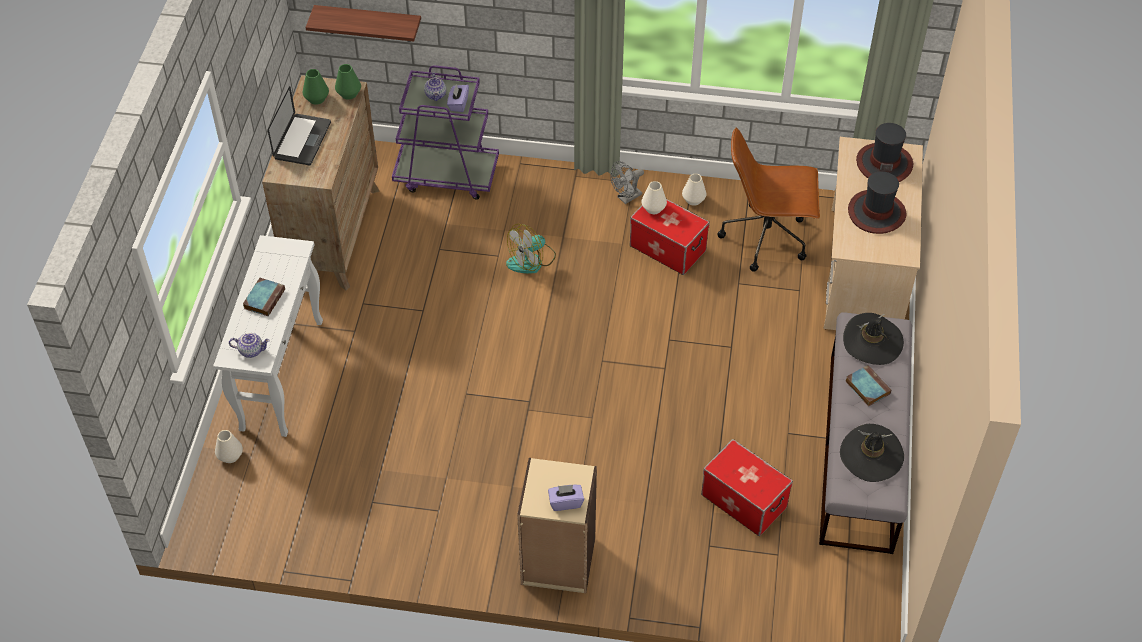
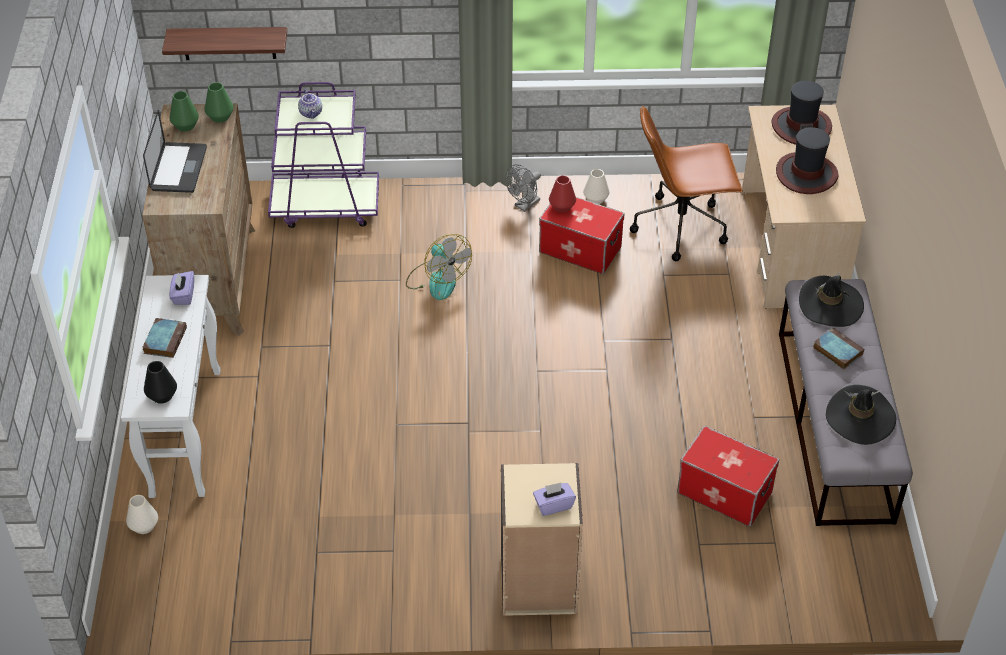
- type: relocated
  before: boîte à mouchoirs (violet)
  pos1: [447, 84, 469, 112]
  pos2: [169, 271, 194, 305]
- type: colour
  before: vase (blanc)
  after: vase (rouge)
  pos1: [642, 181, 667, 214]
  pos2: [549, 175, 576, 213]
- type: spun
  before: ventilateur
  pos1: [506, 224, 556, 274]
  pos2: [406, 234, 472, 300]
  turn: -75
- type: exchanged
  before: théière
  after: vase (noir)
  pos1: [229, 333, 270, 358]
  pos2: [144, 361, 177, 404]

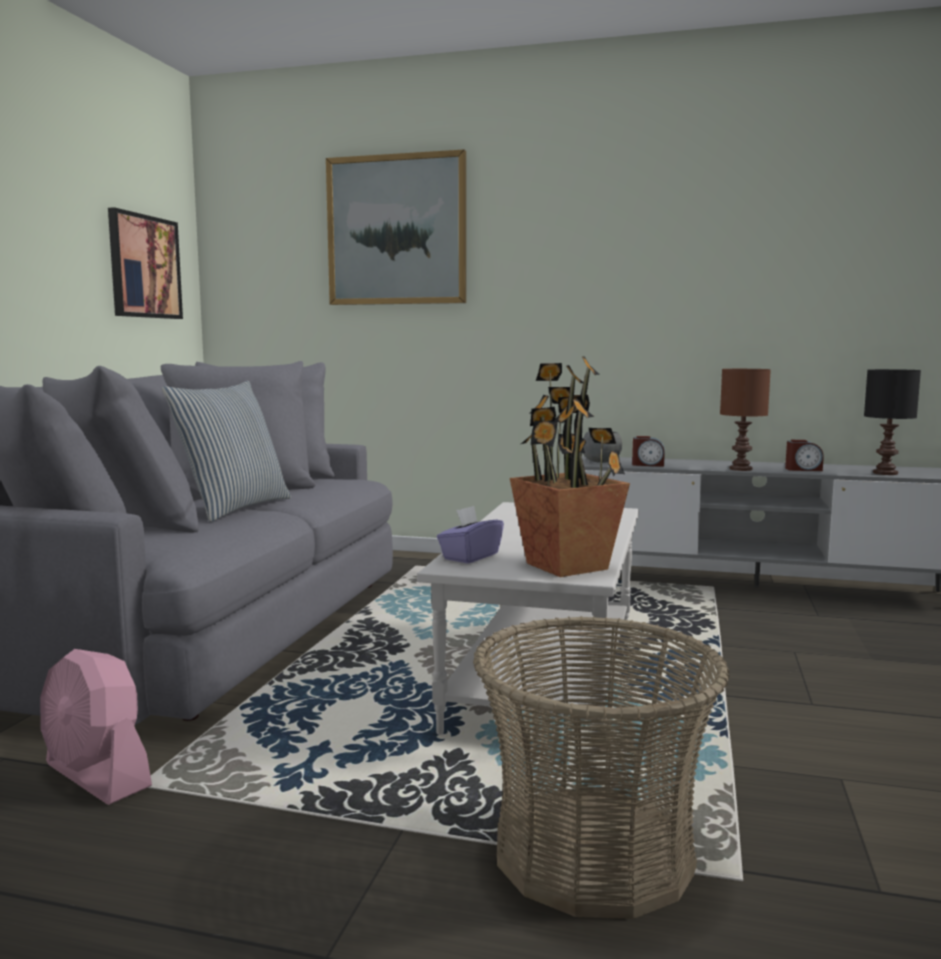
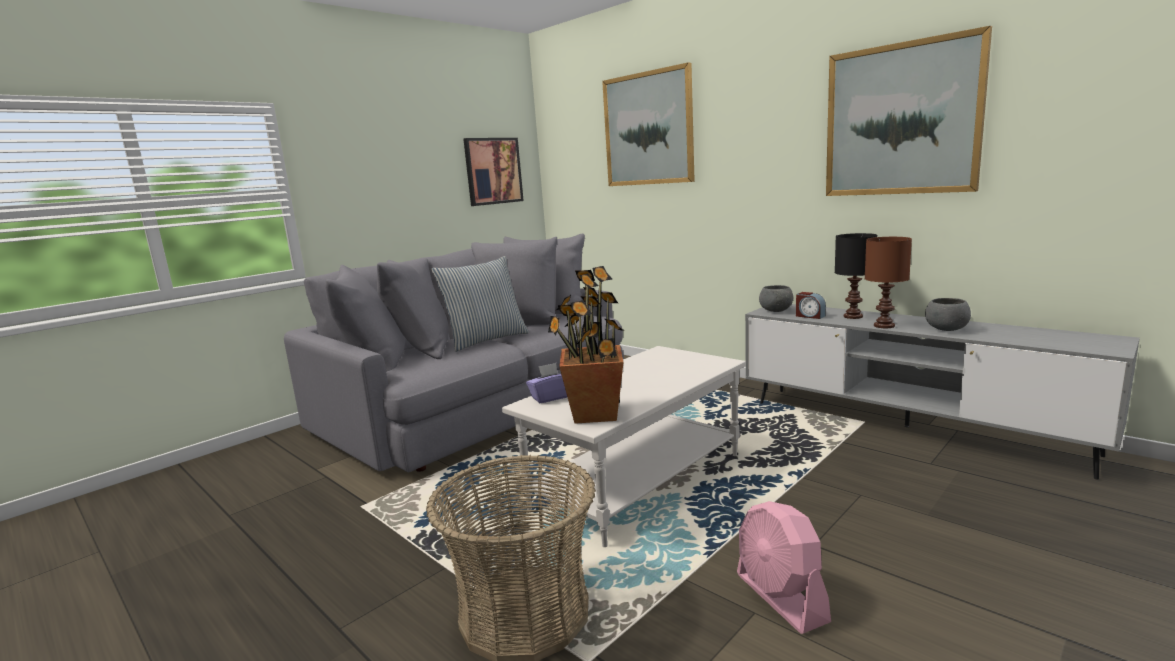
- type: relocated
  before: lampe de table (noir)
  pos1: [864, 369, 921, 475]
  pos2: [835, 233, 877, 319]
- type: exchanged
  before: réveil
  after: bol (gris)
  pos1: [785, 440, 824, 471]
  pos2: [925, 298, 971, 331]
- type: relocated
  before: ventilateur (rose)
  pos1: [40, 649, 152, 805]
  pos2: [737, 501, 831, 634]
- type: appeared
  after: tableau
  pos2: [826, 26, 992, 196]

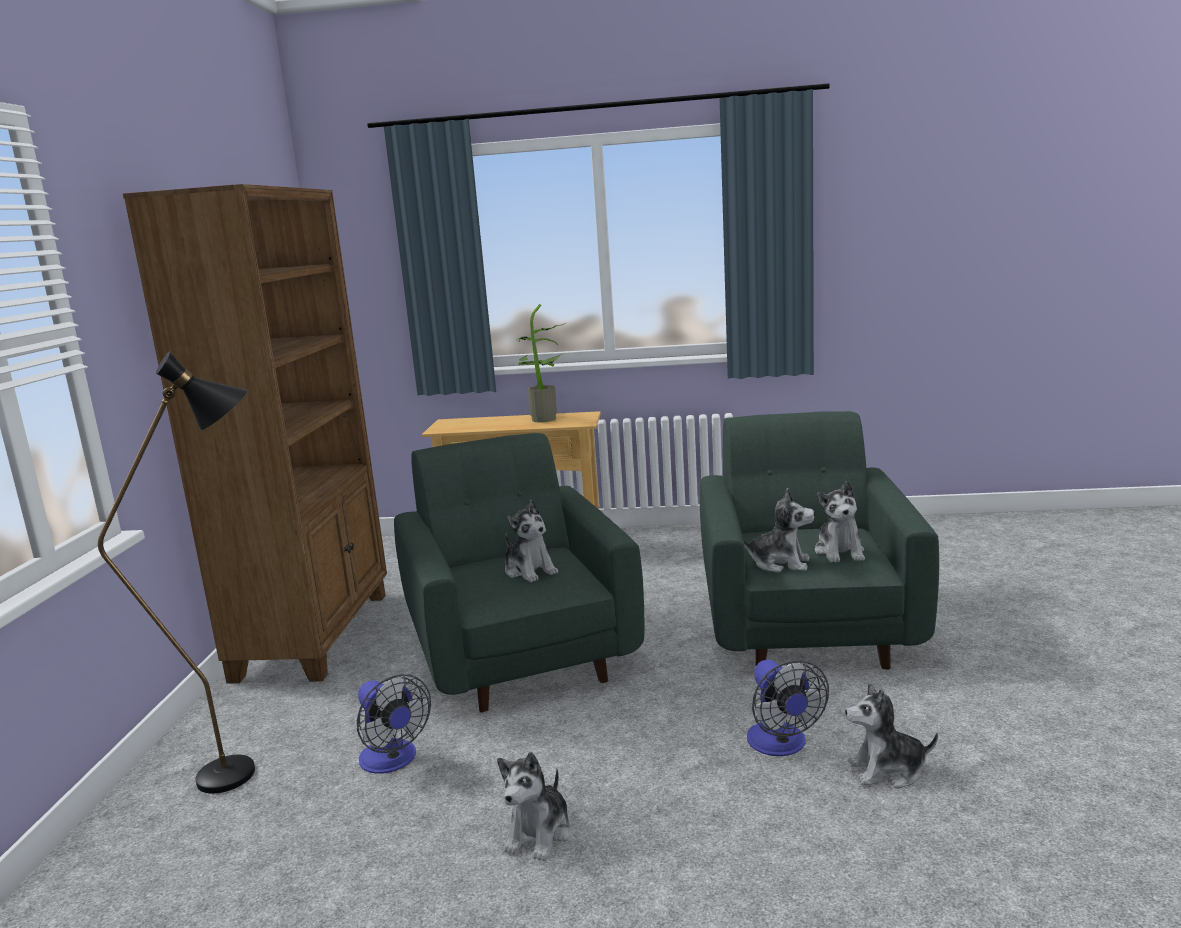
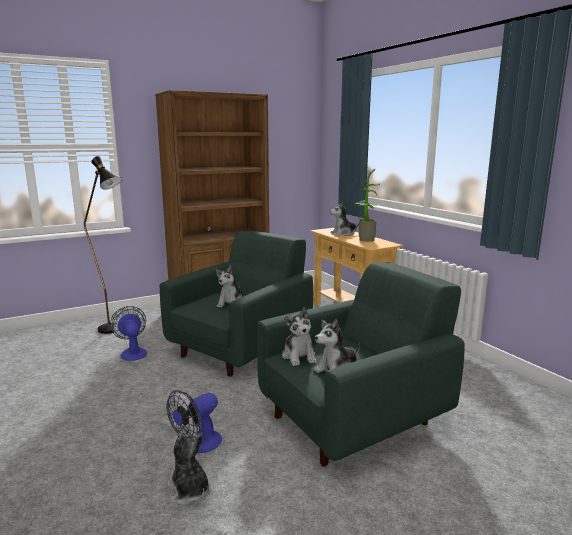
- type: spun
  before: ventilateur
  pos1: [357, 674, 431, 774]
  pos2: [110, 306, 147, 361]
  turn: 135
- type: relocated
  before: peluche
  pos1: [497, 752, 572, 861]
  pos2: [330, 202, 359, 236]

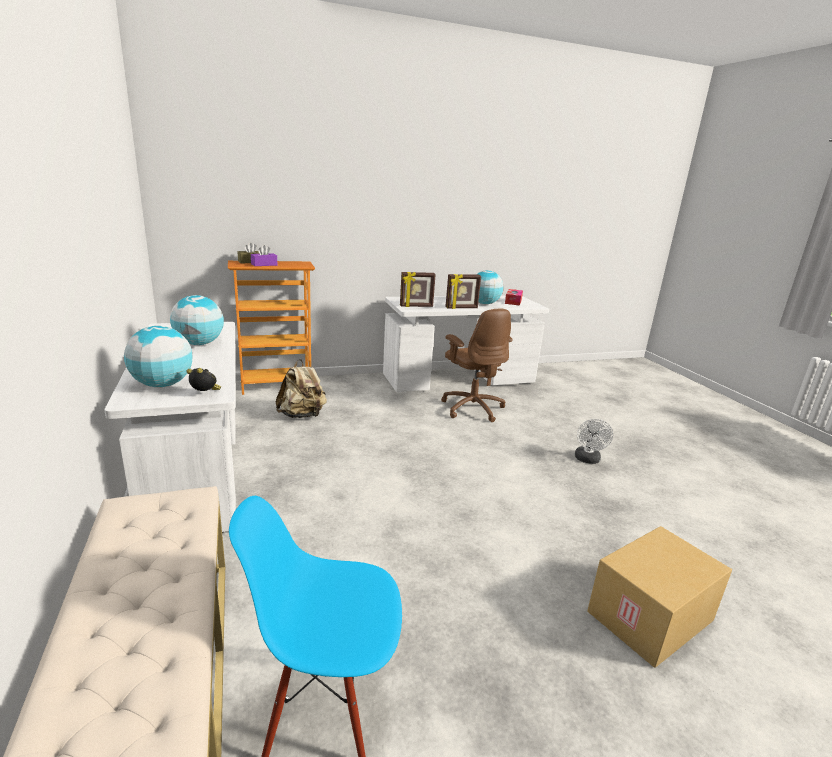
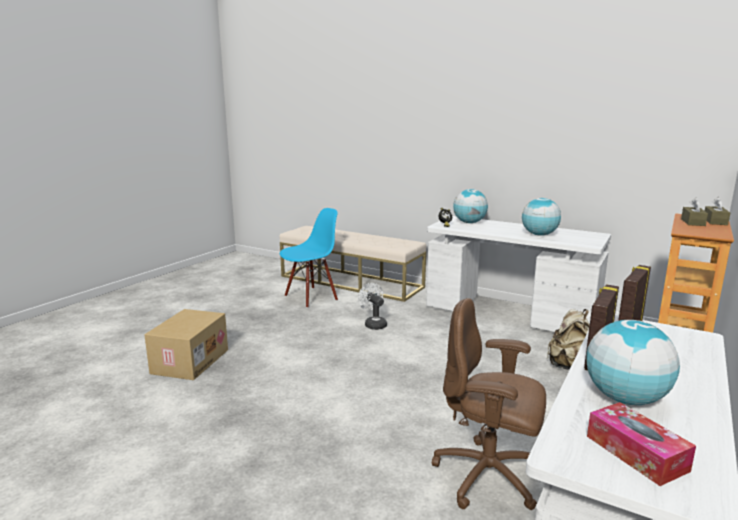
- type: colour
  before: boîte à mouchoirs (violet)
  after: boîte à mouchoirs (marron)
  pos1: [251, 245, 277, 266]
  pos2: [681, 198, 708, 226]
- type: relocated
  before: ventilateur (blanc)
  pos1: [575, 419, 613, 464]
  pos2: [358, 283, 387, 330]

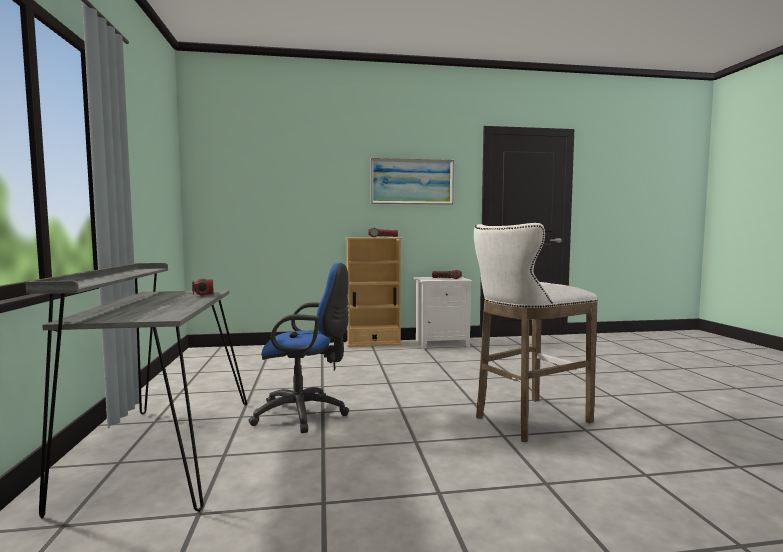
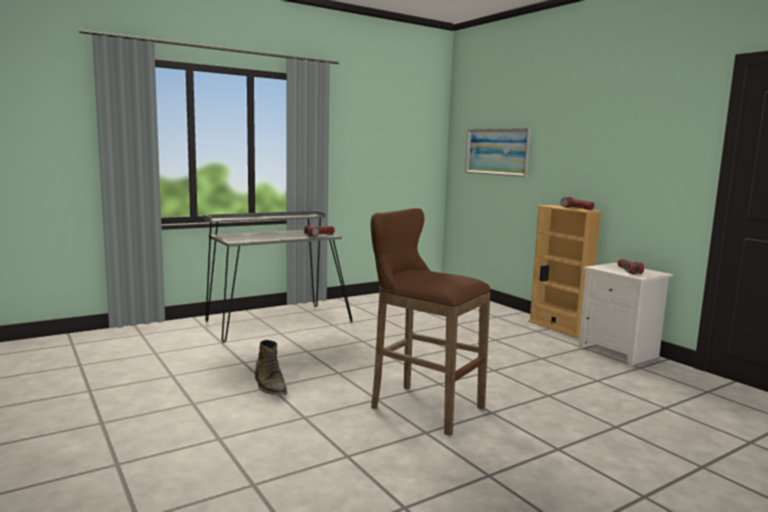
- type: relocated
  before: tableau
  pos1: [371, 158, 454, 205]
  pos2: [465, 128, 531, 177]
- type: colour
  before: tabouret (blanc)
  after: tabouret (marron)
  pos1: [474, 223, 598, 442]
  pos2: [371, 208, 491, 436]
- type: missing
  before: chaise de bureau (bleu)
  pos1: [248, 263, 349, 433]
- type: appeared
  after: botte (vert)
  pos2: [255, 340, 287, 395]

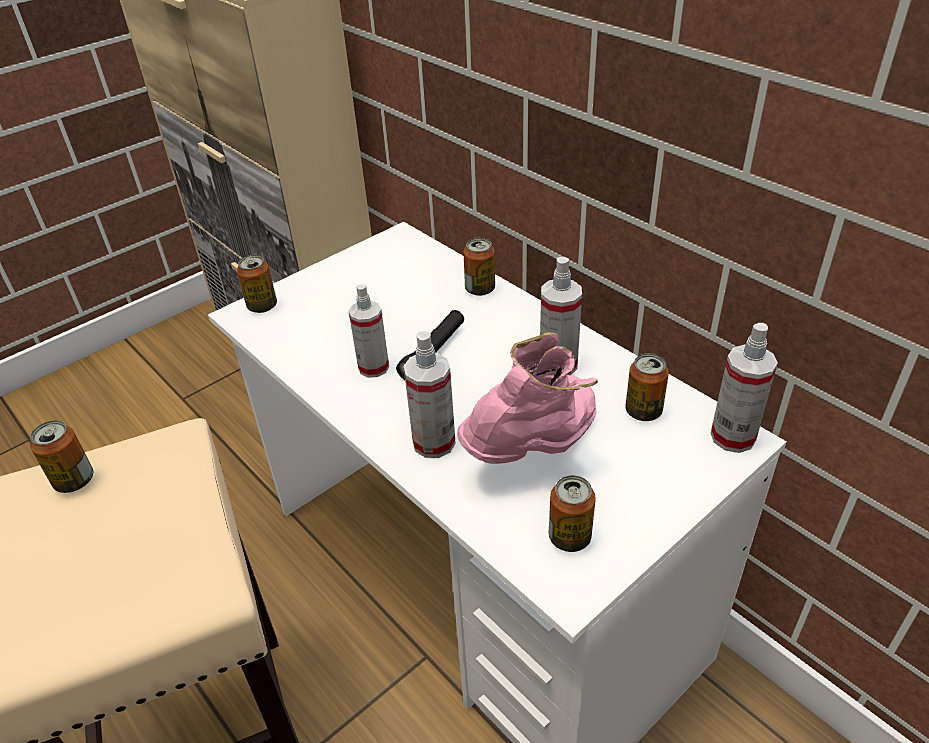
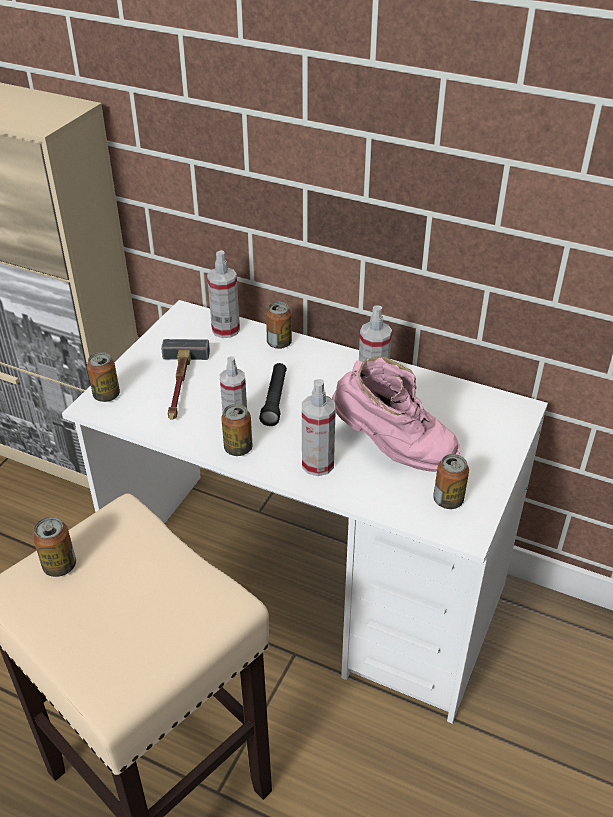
- type: relocated
  before: vaporisateur
  pos1: [711, 323, 778, 453]
  pos2: [207, 250, 240, 338]
- type: spun
  before: botte (rose)
  pos1: [457, 332, 598, 464]
  pos2: [332, 356, 460, 472]
  turn: 90
- type: relocated
  before: boîte métallique
  pos1: [625, 353, 669, 421]
  pos2: [221, 404, 253, 456]
- type: appeared
  after: marteau
  pos2: [161, 339, 210, 419]

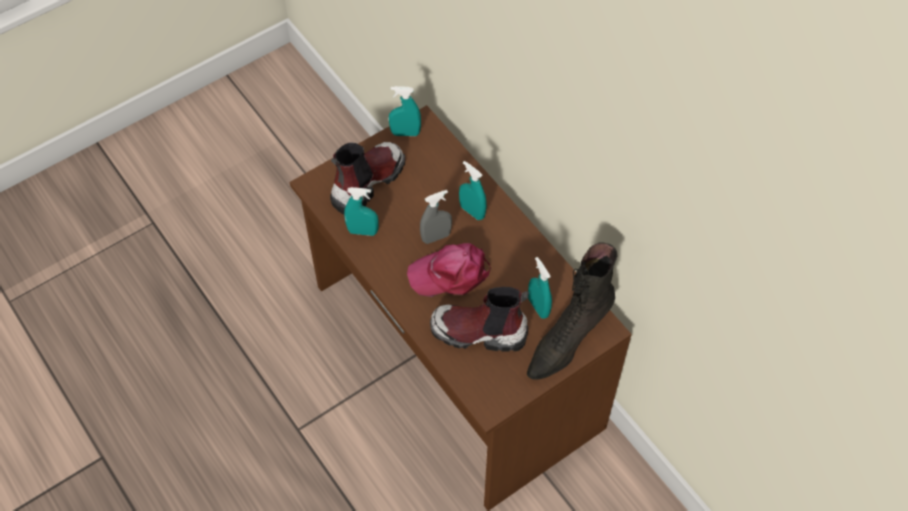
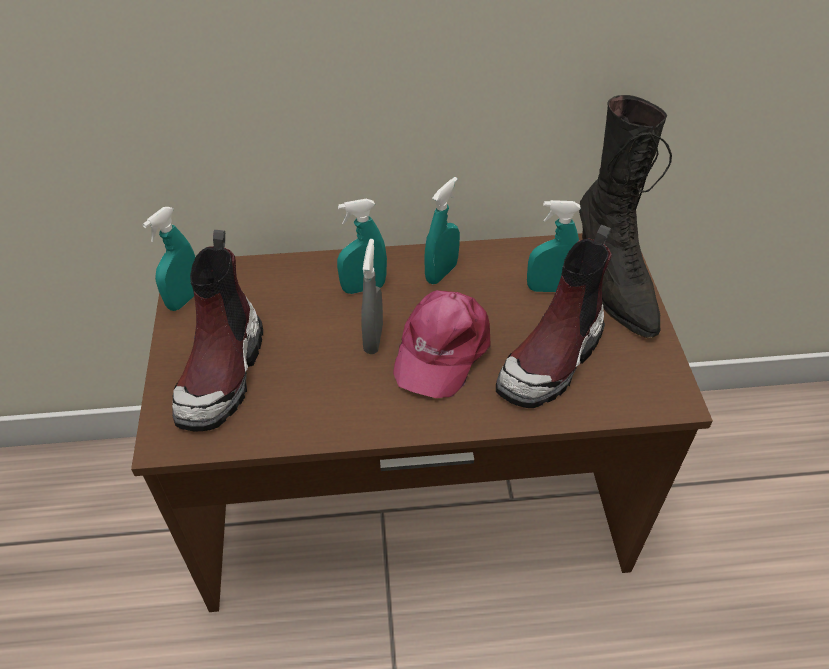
- type: spun
  before: botte
  pos1: [330, 142, 405, 214]
  pos2: [172, 230, 263, 432]
  turn: -150
- type: relocated
  before: vaporisateur (turquoise)
  pos1: [344, 187, 379, 236]
  pos2: [425, 177, 460, 284]

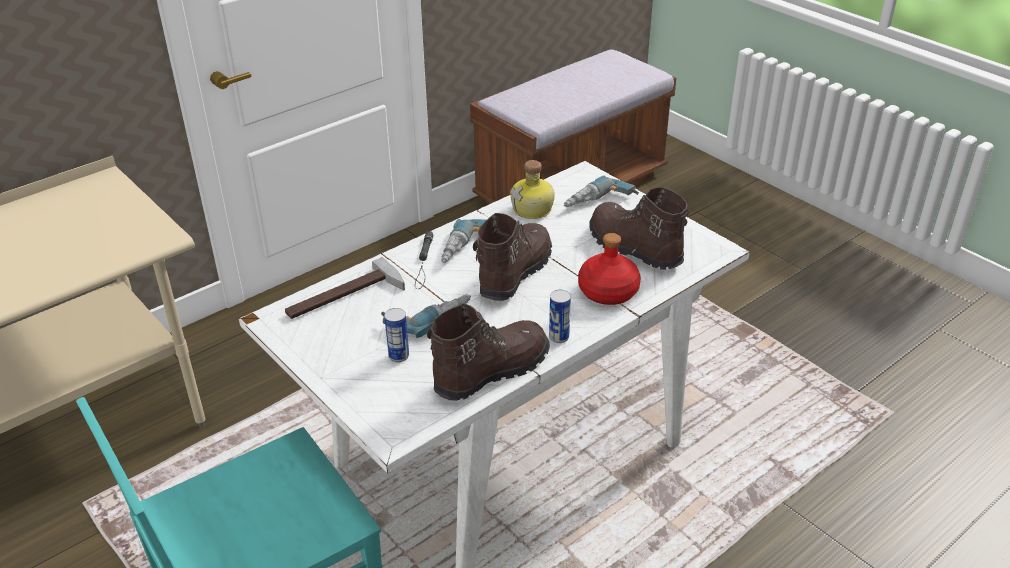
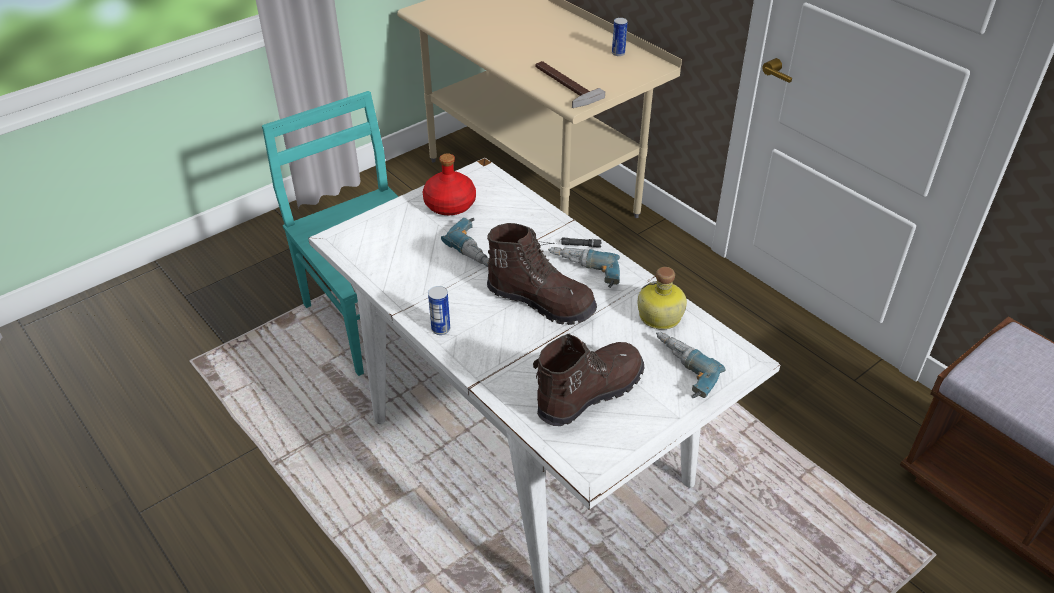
- type: relocated
  before: bouteille (rouge)
  pos1: [578, 233, 641, 305]
  pos2: [423, 153, 476, 215]
- type: relocated
  before: marteau
  pos1: [285, 257, 405, 319]
  pos2: [535, 61, 605, 108]
- type: missing
  before: botte (marron)
  pos1: [427, 303, 550, 401]
- type: relocated
  before: boîte métallique
  pos1: [384, 308, 409, 363]
  pos2: [612, 18, 628, 56]

